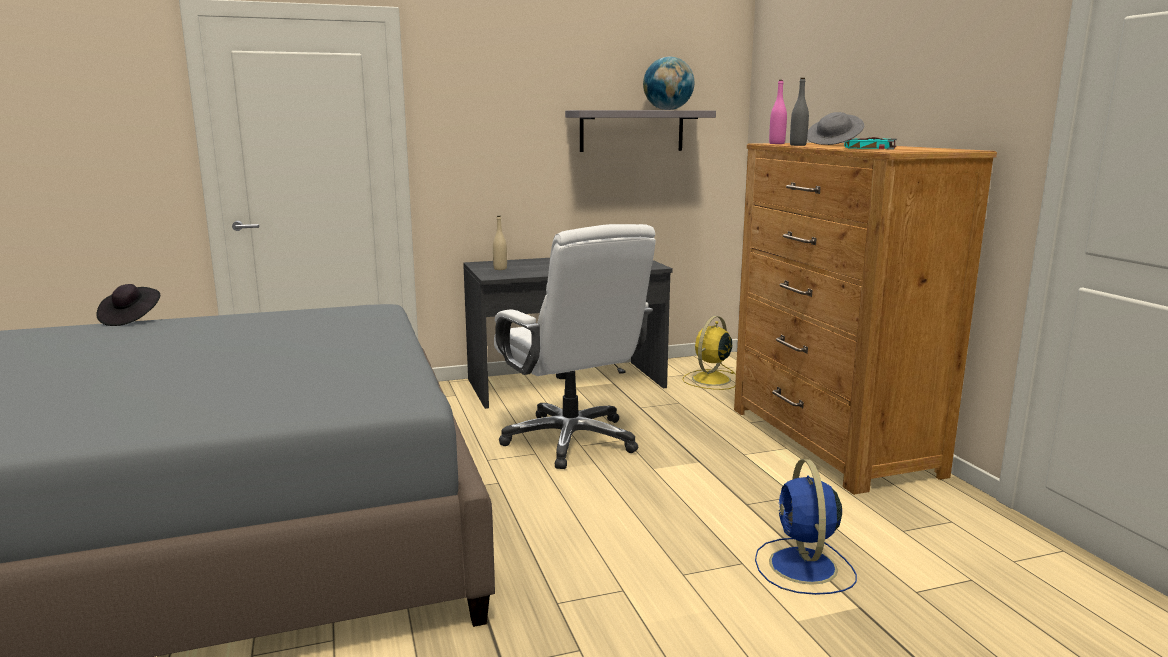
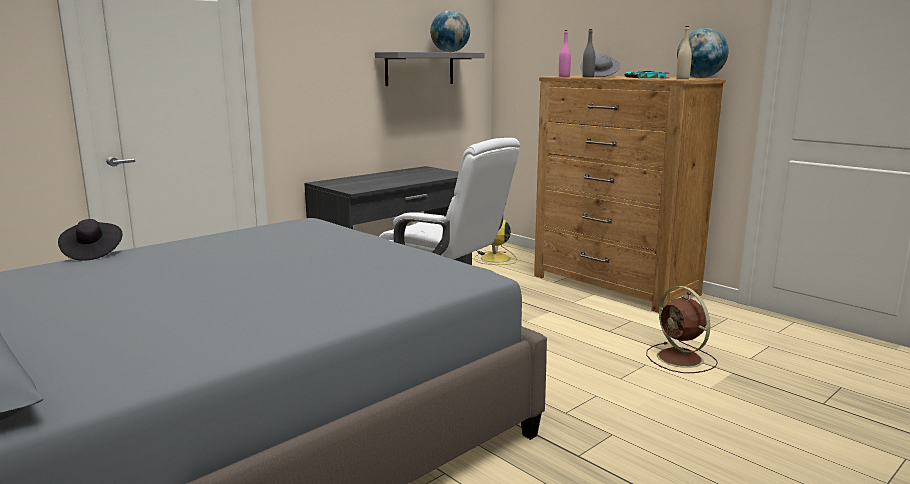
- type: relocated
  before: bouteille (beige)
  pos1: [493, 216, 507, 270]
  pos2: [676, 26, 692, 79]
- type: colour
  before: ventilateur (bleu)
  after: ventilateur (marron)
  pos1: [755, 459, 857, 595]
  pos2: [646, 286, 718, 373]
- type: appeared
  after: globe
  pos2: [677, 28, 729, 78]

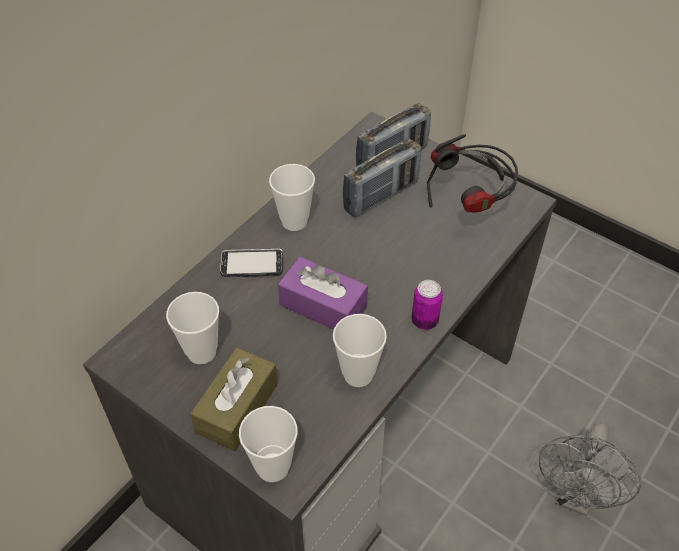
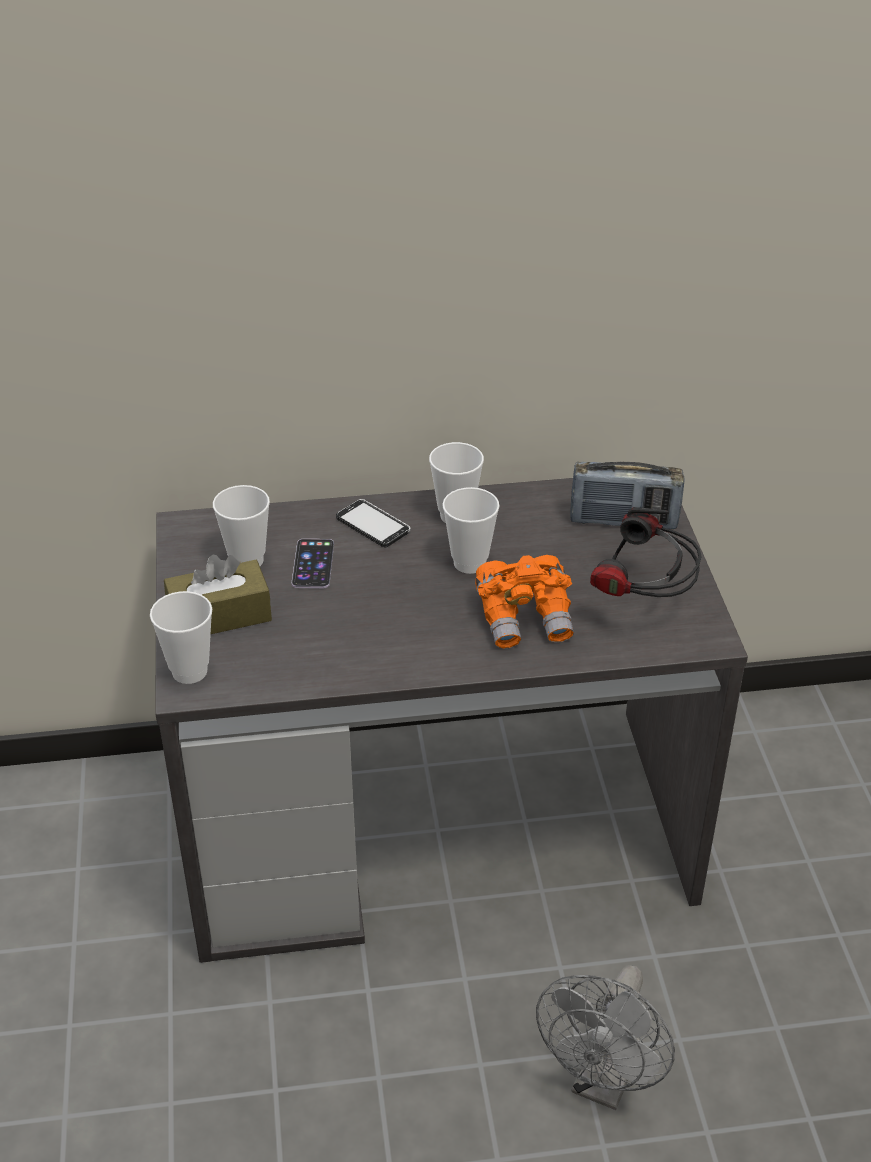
- type: missing
  before: radio
  pos1: [343, 138, 421, 218]
- type: missing
  before: boîte à mouchoirs (violet)
  pos1: [278, 257, 368, 330]
- type: missing
  before: boîte métallique
  pos1: [412, 280, 443, 330]
- type: relocated
  before: tasse
  pos1: [333, 314, 387, 387]
  pos2: [442, 487, 499, 574]
- type: spun
  before: ventilateur (gris)
  pos1: [539, 423, 641, 516]
  pos2: [536, 965, 675, 1110]
  turn: -45
- type: appeared
  after: téléphone
  pos2: [292, 539, 334, 588]
- type: appeared
  after: jumelles (orange)
  pos2: [475, 555, 574, 649]

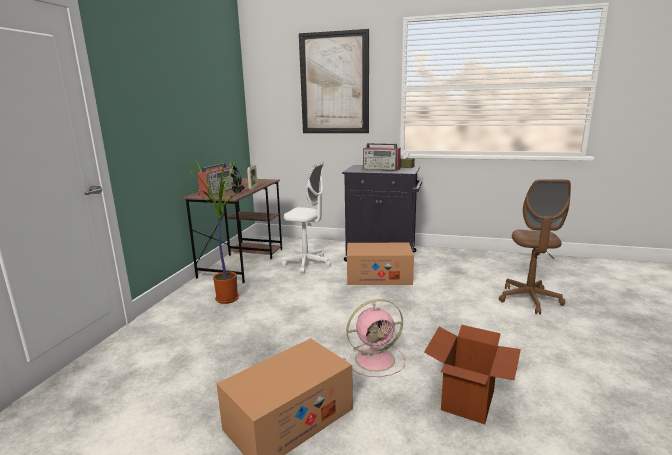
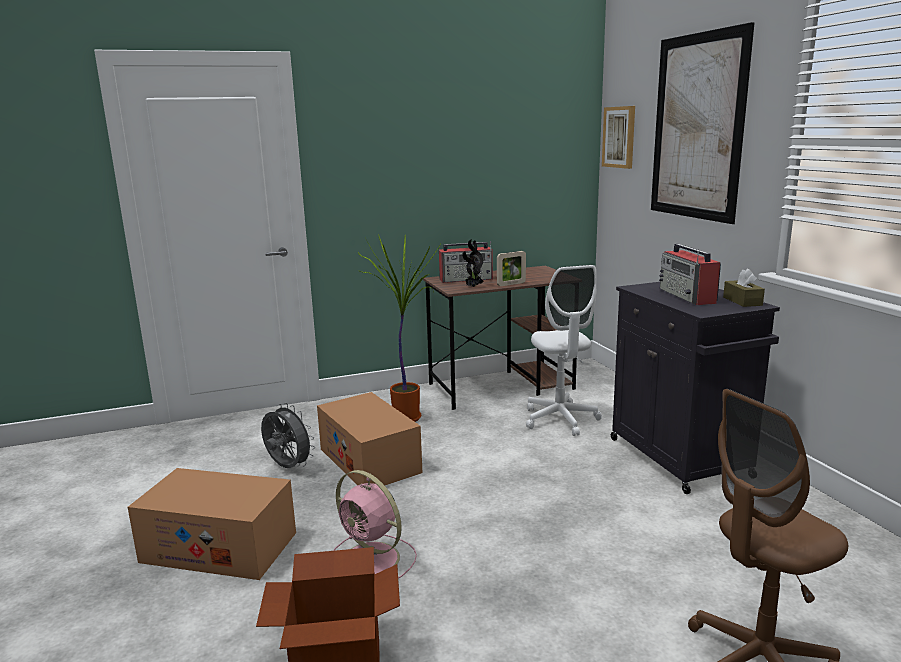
- type: relocated
  before: carton
  pos1: [347, 242, 414, 285]
  pos2: [317, 392, 422, 486]
- type: appeared
  after: tableau
  pos2: [602, 106, 635, 169]
- type: appeared
  after: ventilateur (gris)
  pos2: [261, 403, 315, 468]

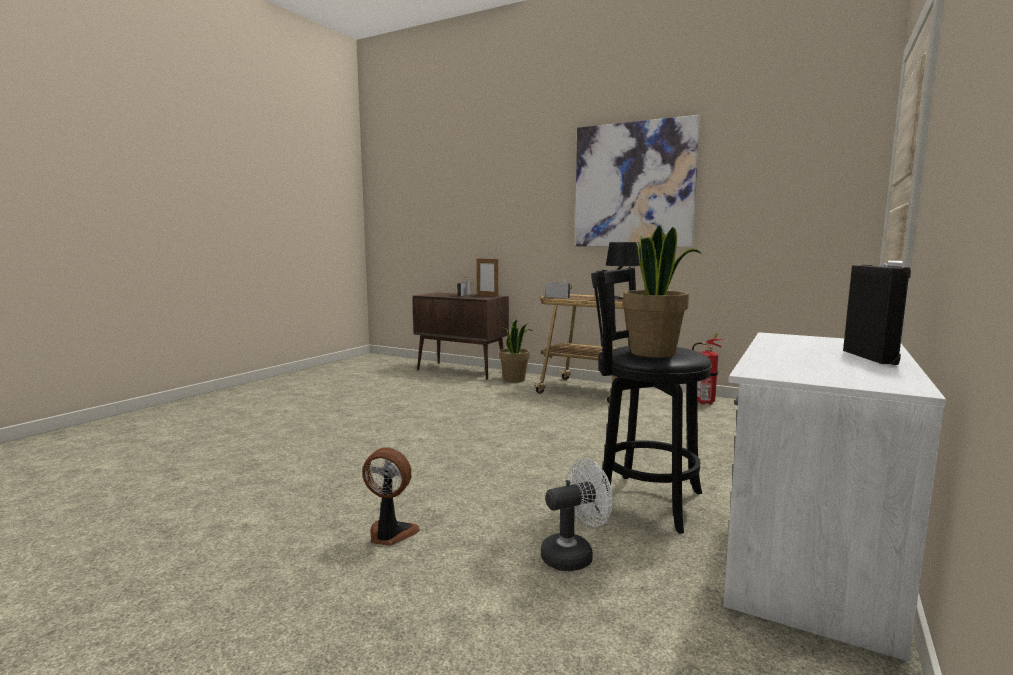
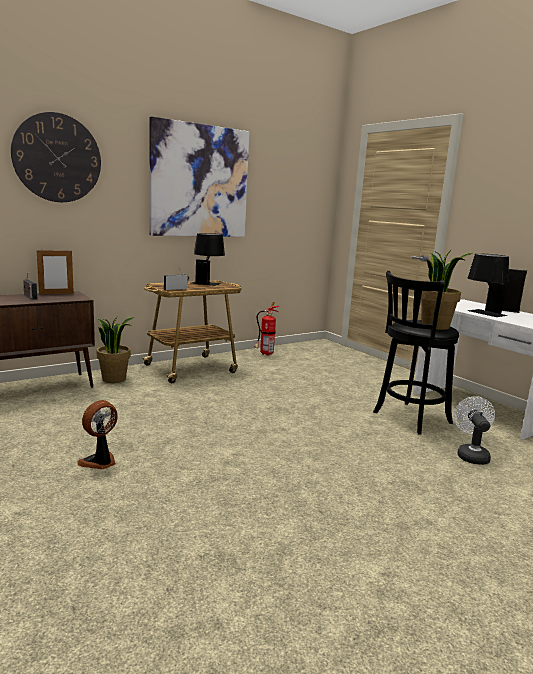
- type: relocated
  before: ventilateur
  pos1: [362, 448, 420, 546]
  pos2: [77, 400, 118, 469]
- type: appeared
  after: horloge murale
  pos2: [11, 112, 101, 202]
- type: appeared
  after: lampe de table (noir)
  pos2: [468, 253, 509, 317]

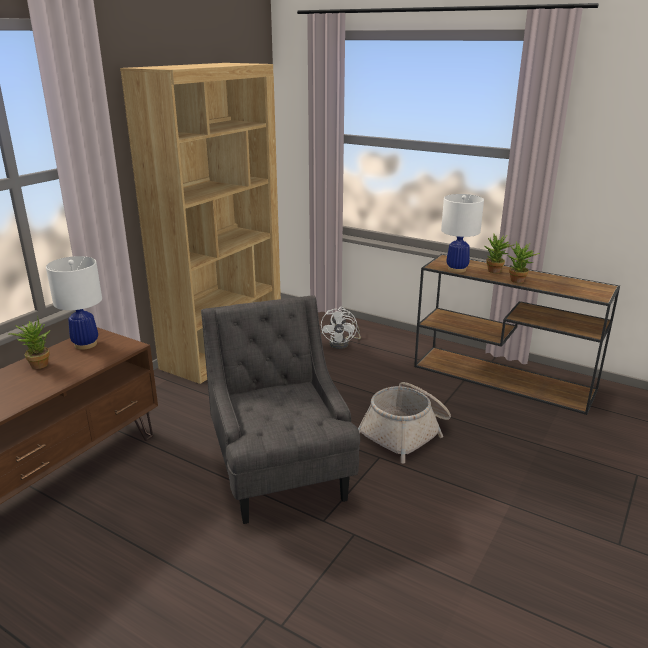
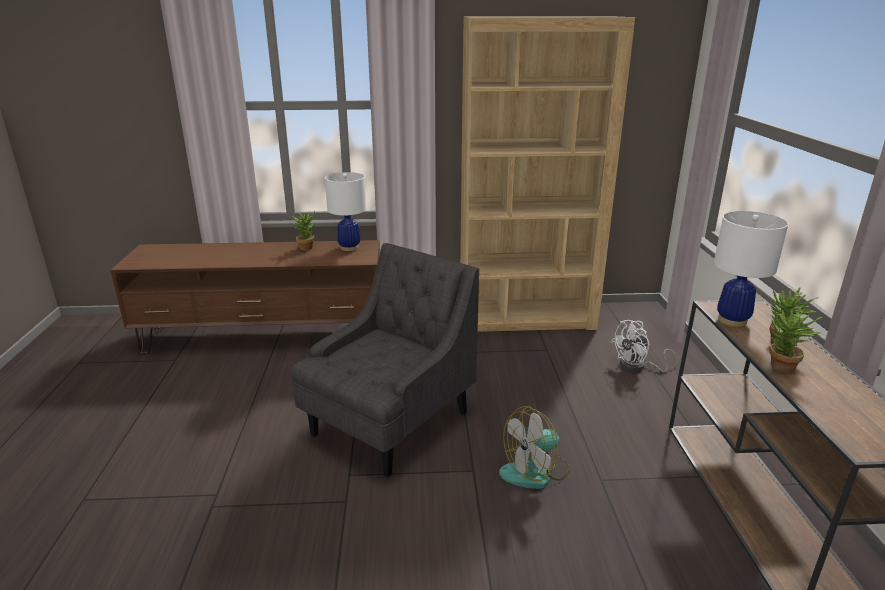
- type: exchanged
  before: panier
  after: ventilateur
  pos1: [358, 382, 451, 463]
  pos2: [499, 406, 570, 489]

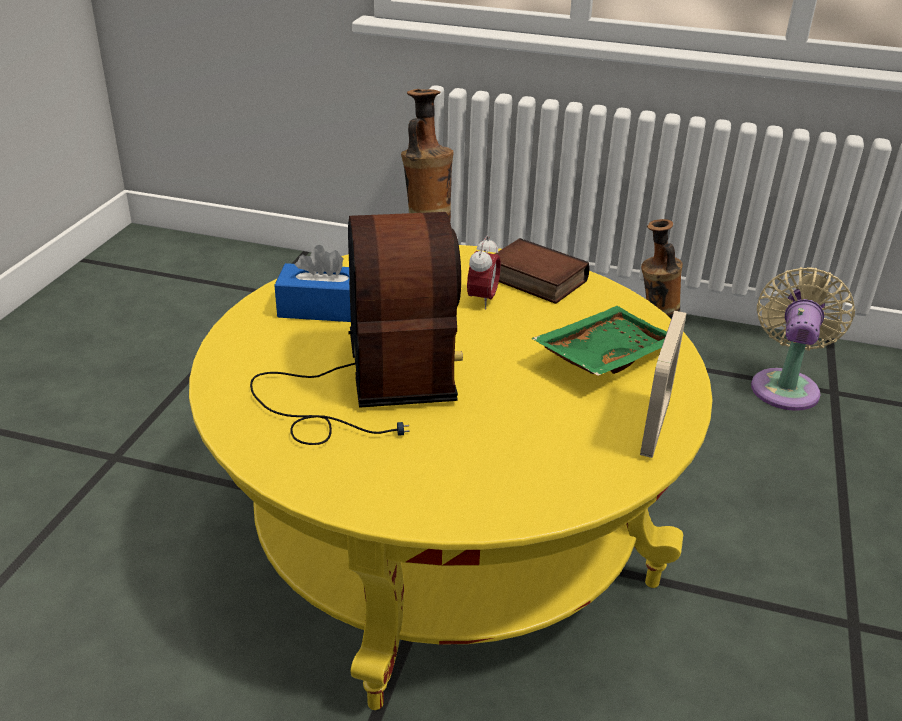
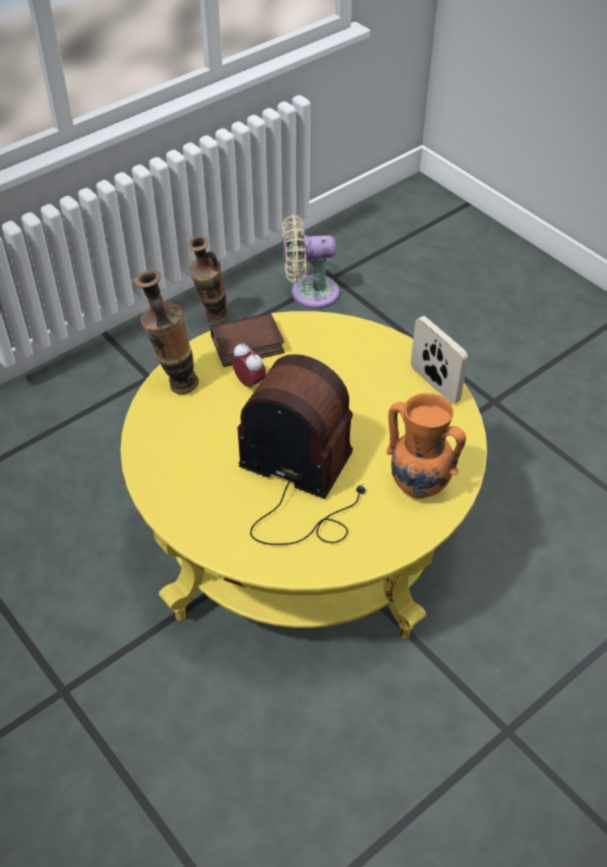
- type: missing
  before: boîte à mouchoirs (bleu)
  pos1: [274, 245, 351, 322]
- type: spun
  before: ventilateur (beige)
  pos1: [751, 267, 855, 411]
  pos2: [282, 215, 340, 309]
  turn: -60
- type: missing
  before: plateau (vert)
  pos1: [531, 306, 667, 376]
- type: appeared
  after: vase (orange)
  pos2: [386, 393, 466, 498]

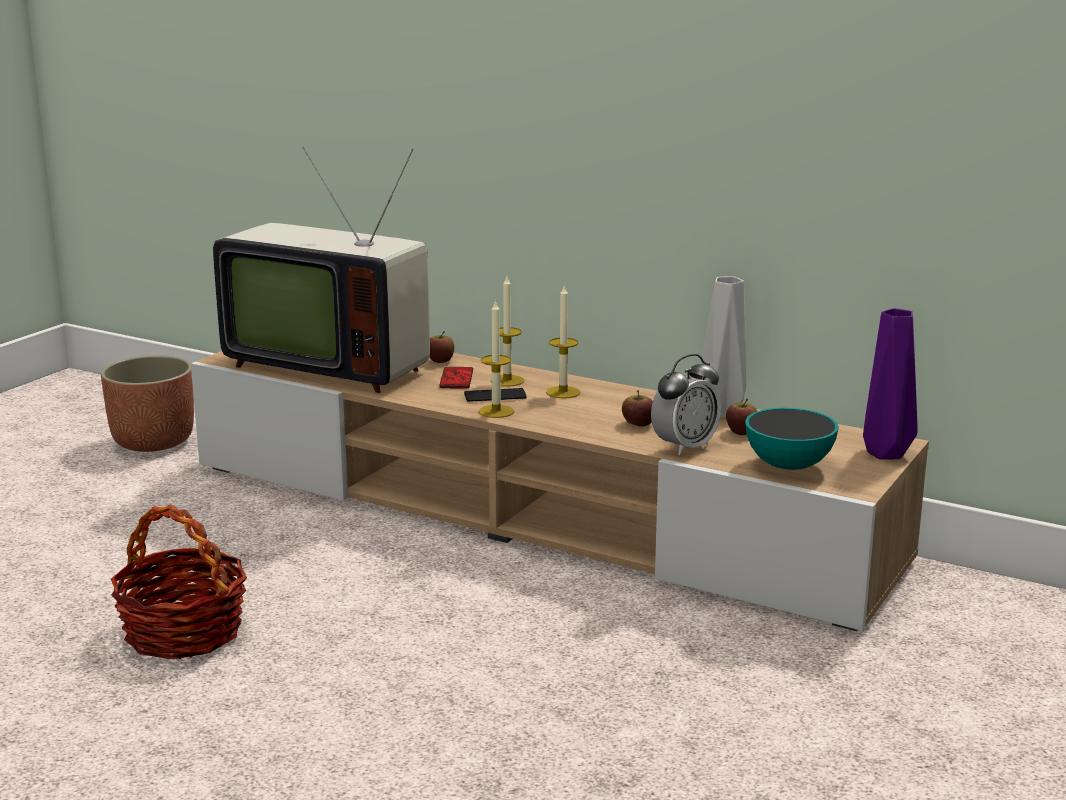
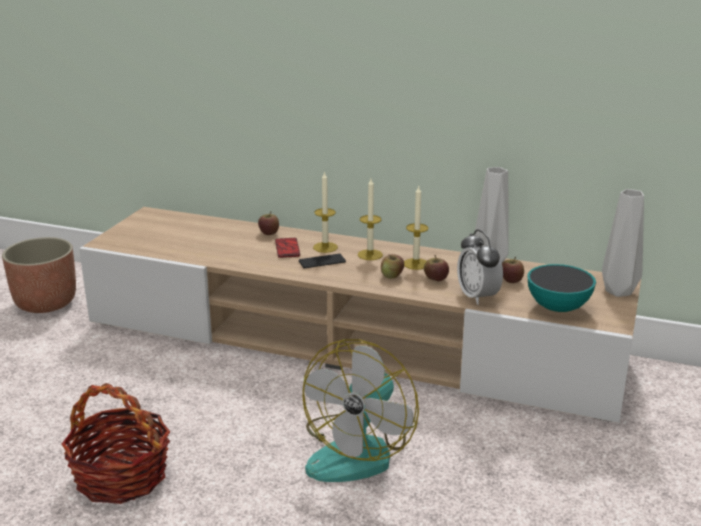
- type: missing
  before: téléviseur
  pos1: [213, 146, 430, 393]
- type: relocated
  before: bougie
  pos1: [479, 300, 514, 418]
  pos2: [404, 186, 428, 270]
- type: colour
  before: vase (violet)
  after: vase (gris)
  pos1: [863, 308, 918, 460]
  pos2: [602, 189, 644, 297]
- type: spun
  before: réveil
  pos1: [651, 354, 721, 455]
  pos2: [457, 230, 503, 305]
  turn: 120
- type: appeared
  after: pomme
  pos2: [381, 254, 404, 278]
- type: appeared
  after: ventilateur
  pos2: [302, 339, 419, 482]

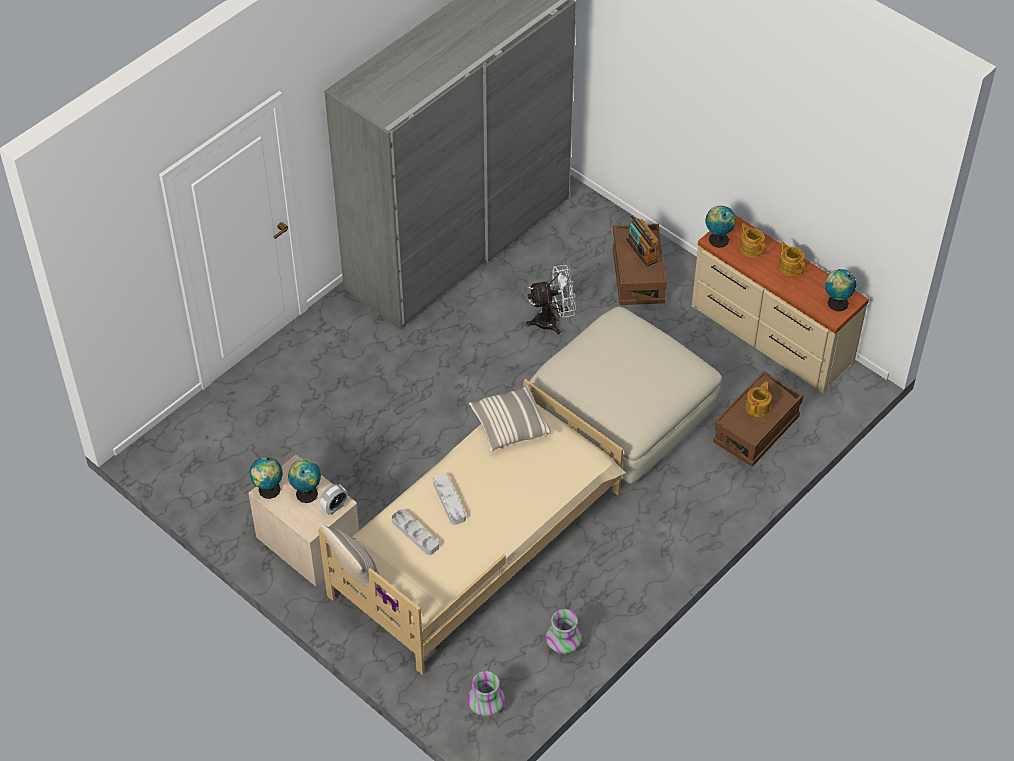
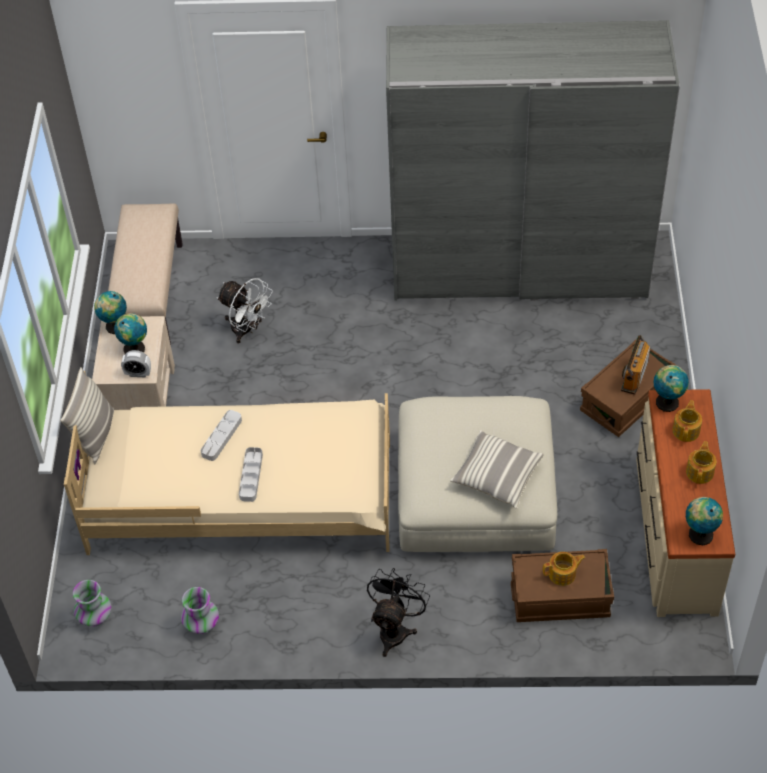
- type: relocated
  before: ventilateur (blanc)
  pos1: [526, 265, 576, 334]
  pos2: [217, 278, 273, 343]
- type: relocated
  before: coussin
  pos1: [469, 385, 553, 451]
  pos2: [450, 430, 543, 509]
- type: relocated
  before: plateau (gris)
  pos1: [392, 509, 439, 555]
  pos2: [239, 447, 263, 502]
- type: appeared
  after: banc (beige)
  pos2: [108, 203, 183, 345]
- type: appeared
  after: ventilateur (noir)
  pos2: [367, 568, 430, 657]

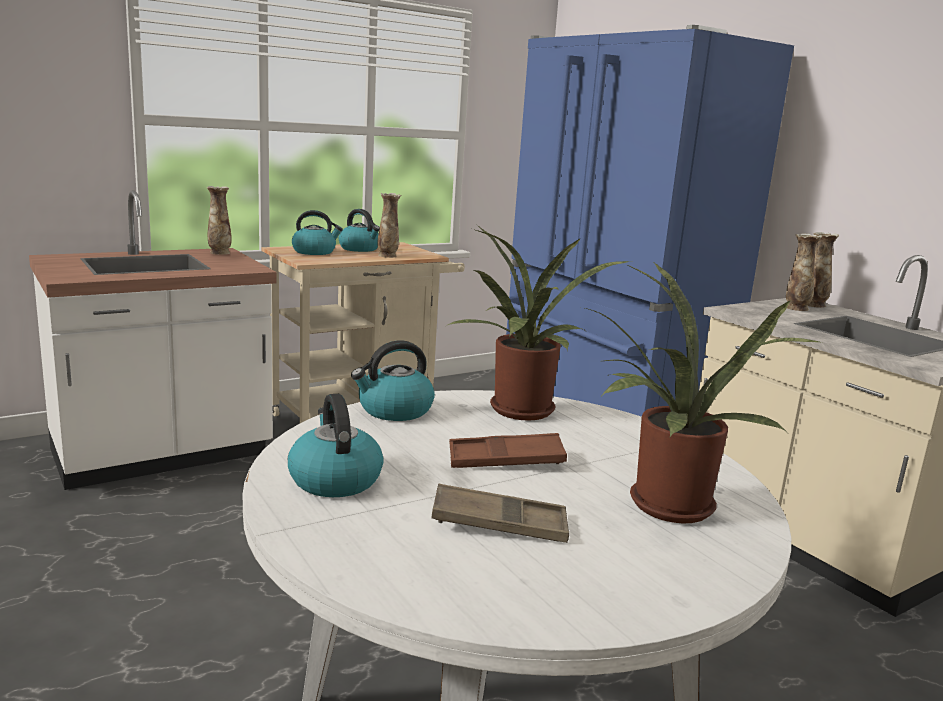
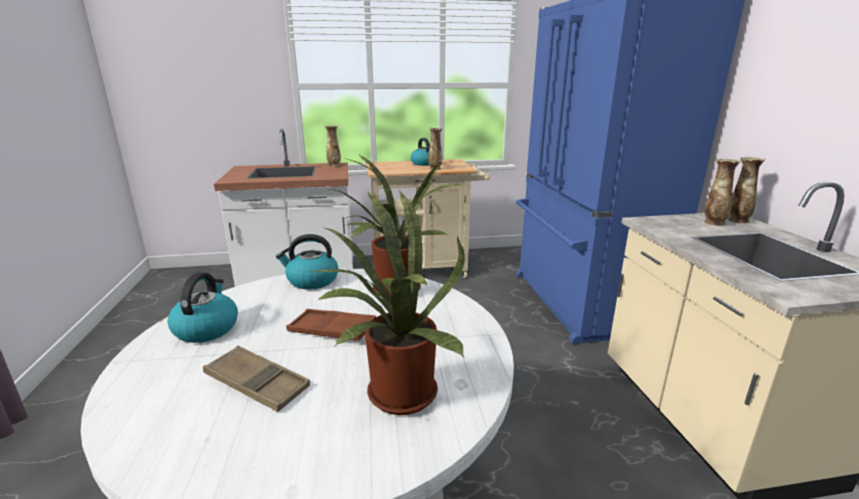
- type: missing
  before: bouilloire
  pos1: [292, 210, 343, 255]

